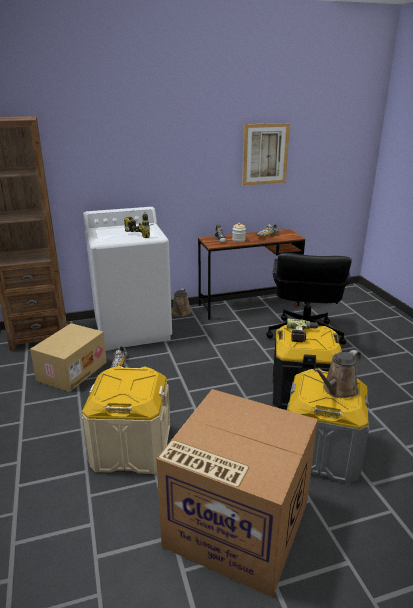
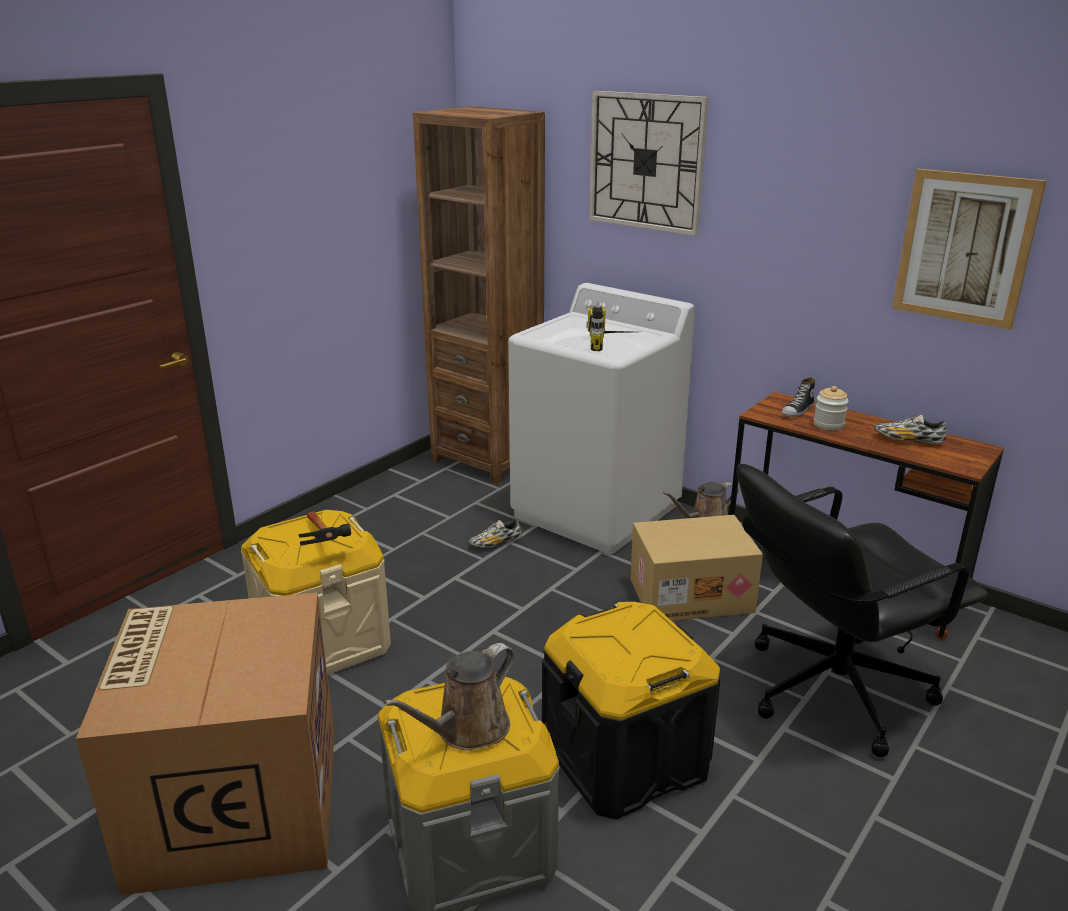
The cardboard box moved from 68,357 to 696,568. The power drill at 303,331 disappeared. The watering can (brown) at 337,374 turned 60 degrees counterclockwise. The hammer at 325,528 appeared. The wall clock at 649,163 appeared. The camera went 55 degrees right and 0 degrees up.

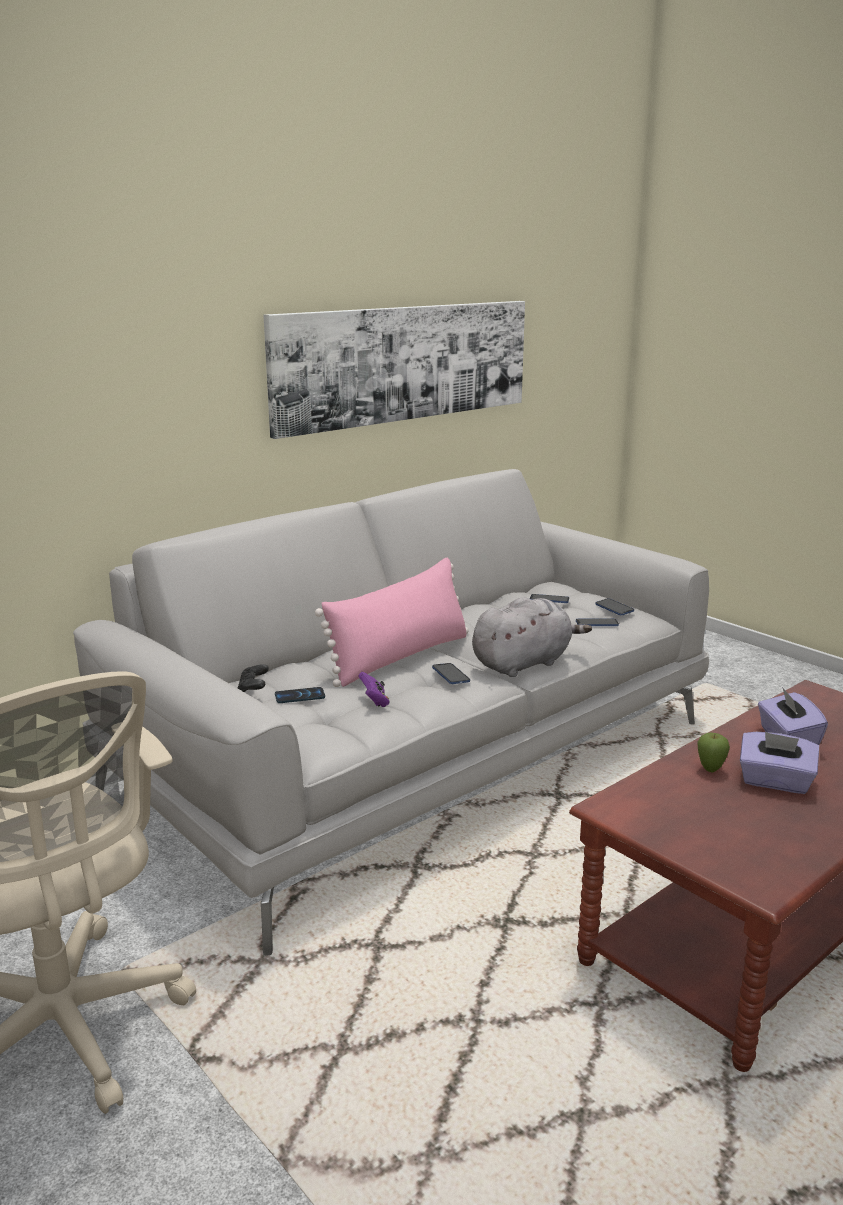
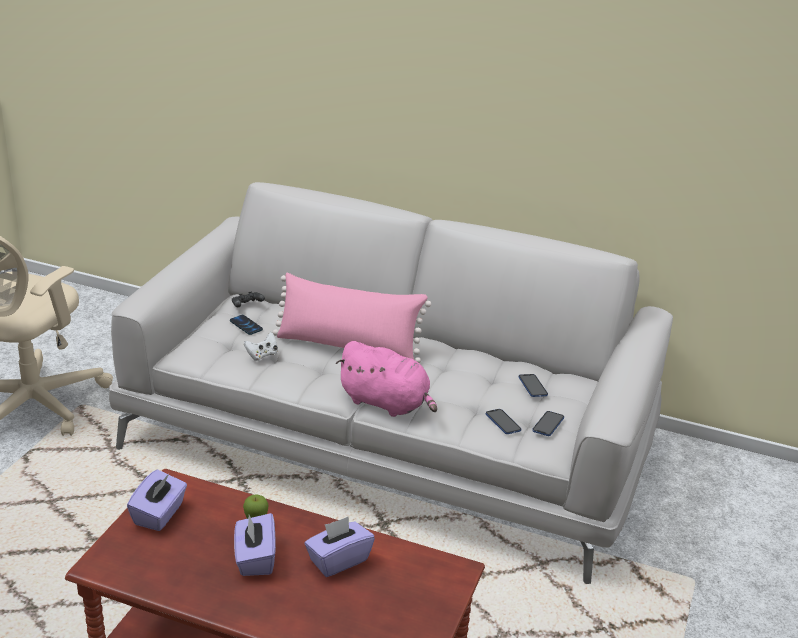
The picture at 394,370 disappeared. The game controller (purple) at 374,689 became the game controller (white) at 260,346. The phone at 451,673 disappeared. The plush toy (grey) at 532,637 became the plush toy (pink) at 386,379. The tissue box (purple) at 157,500 appeared. The camera went 60 degrees right and 10 degrees up.

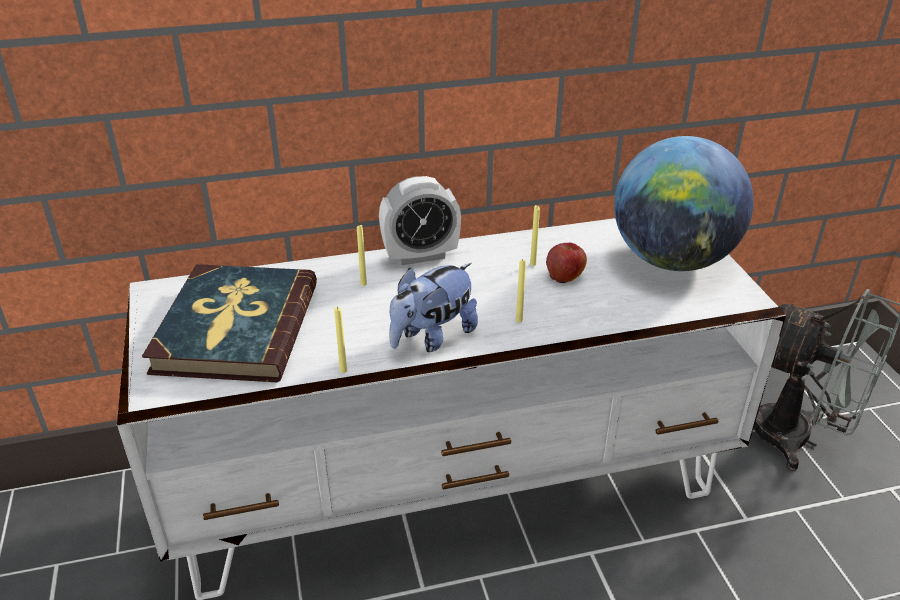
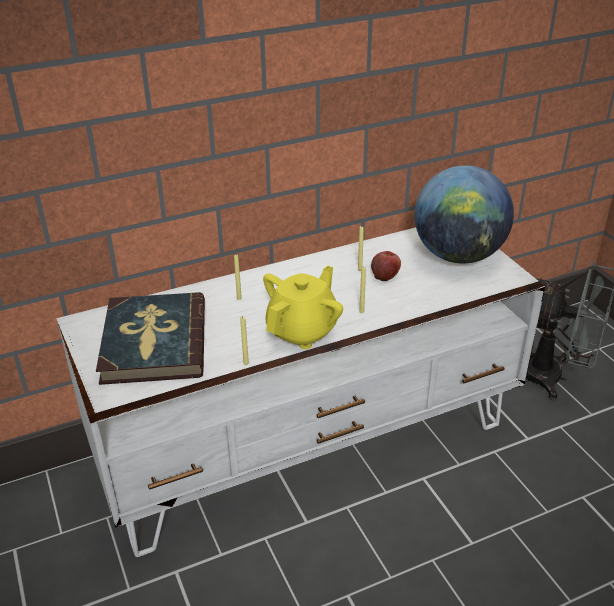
The alarm clock at 420,220 disappeared. The plush toy at 433,307 was replaced by the teapot (yellow) at 303,307. The camera went 10 degrees left and 0 degrees up.

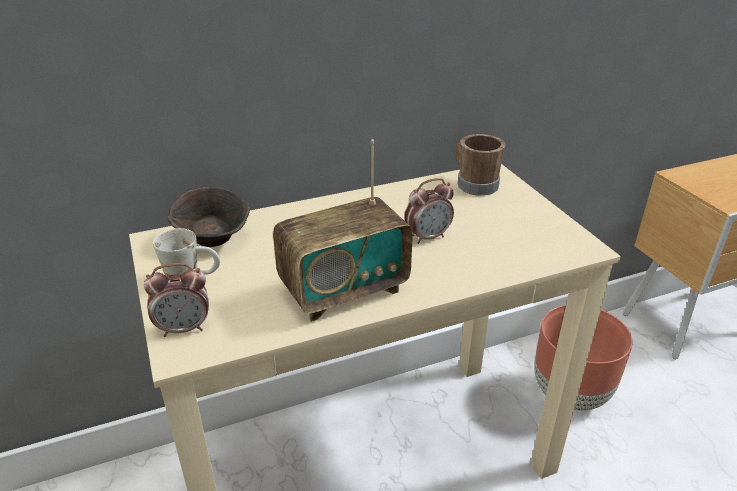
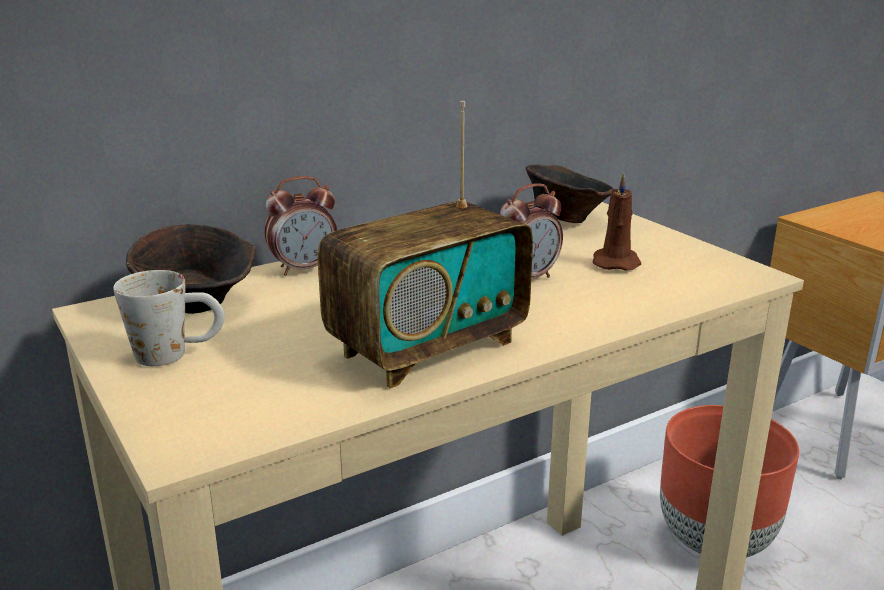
The alarm clock moved from 176,300 to 300,226. The mug (brown) at 481,165 was replaced by the bowl (brown) at 570,194. The candle (brown) at 616,221 appeared. The camera went 10 degrees left and 10 degrees down.

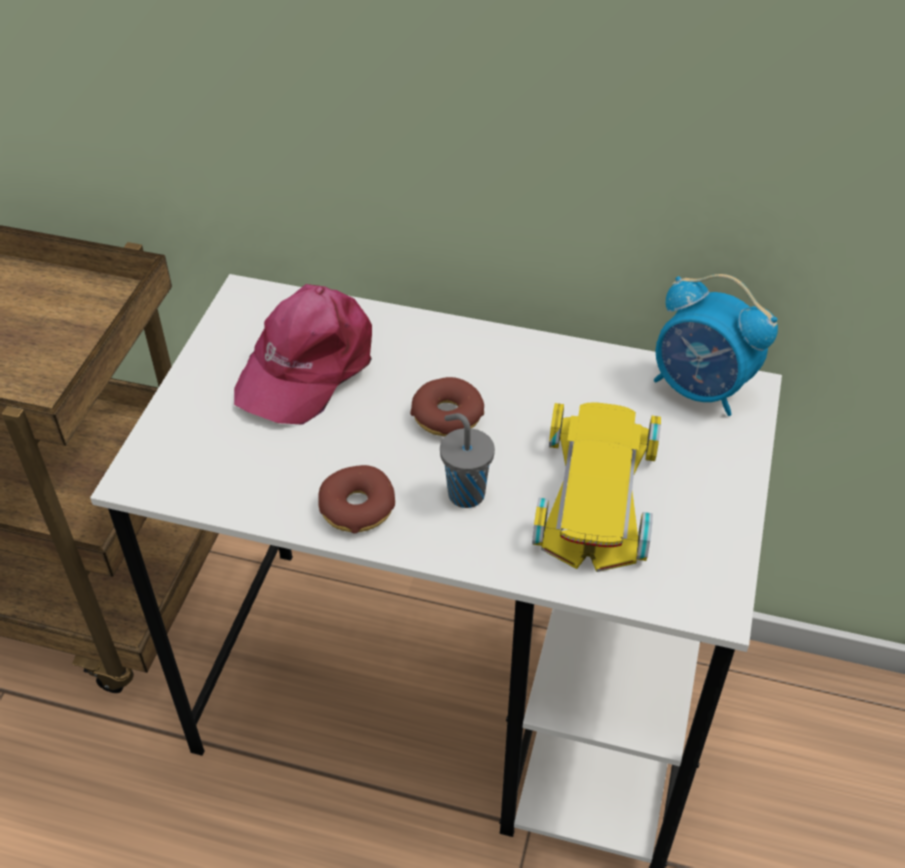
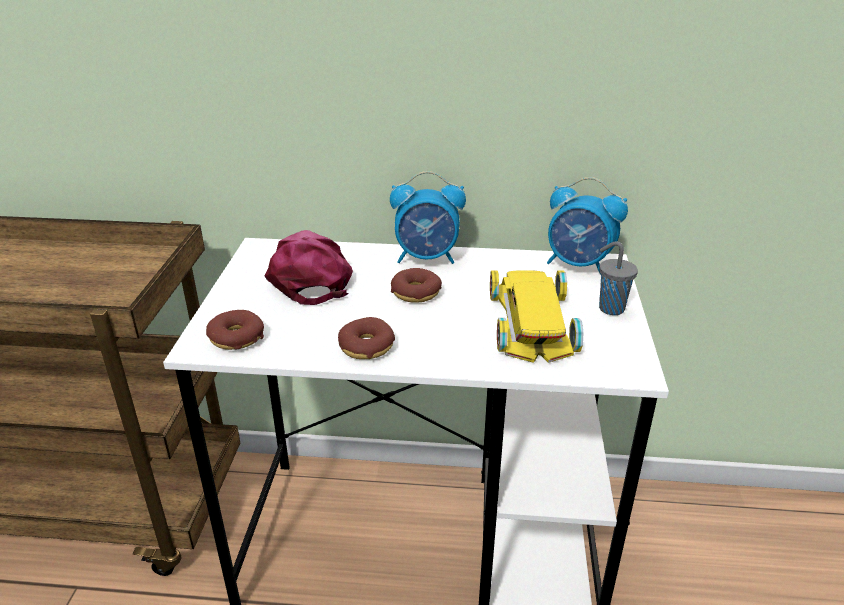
The cap (pink) at 303,354 turned 150 degrees clockwise. The cup (grey) moved from 467,460 to 618,278. The donut at 235,330 appeared. The alarm clock at 428,217 appeared. The camera went 10 degrees left and 15 degrees down.

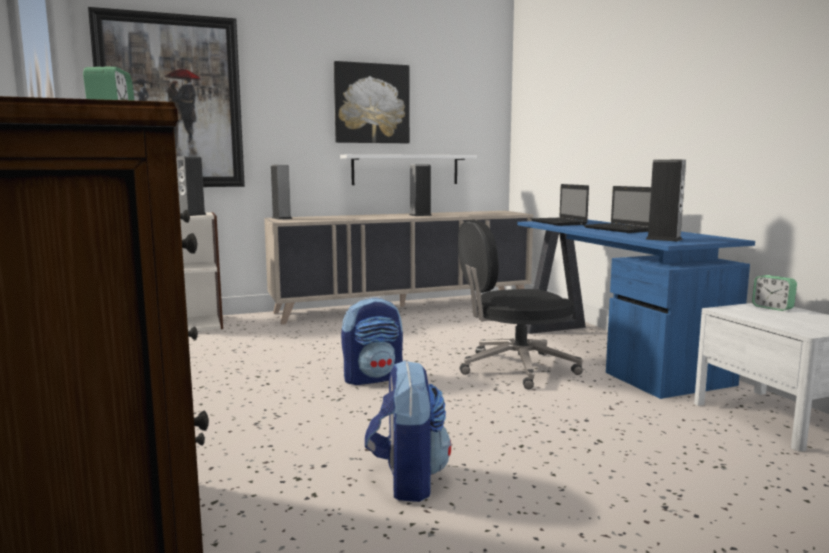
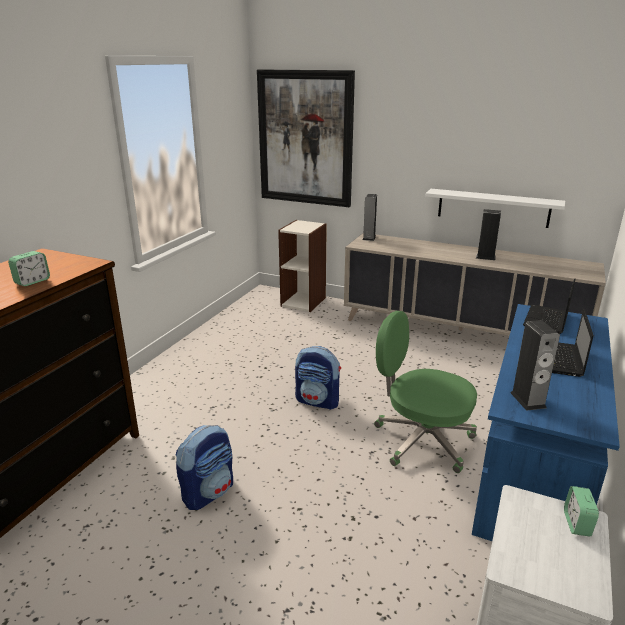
The speaker at 191,186 disappeared. The picture at 372,102 disappeared. The office chair (black) at 520,304 became the office chair (green) at 425,392. The camera went 45 degrees right and 15 degrees up.

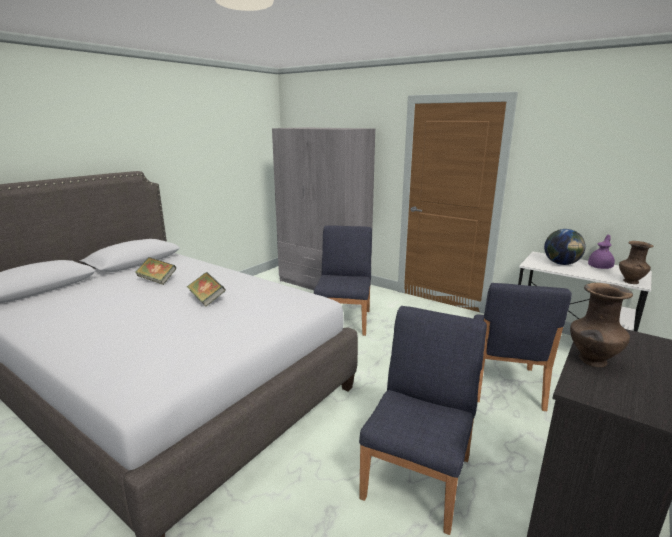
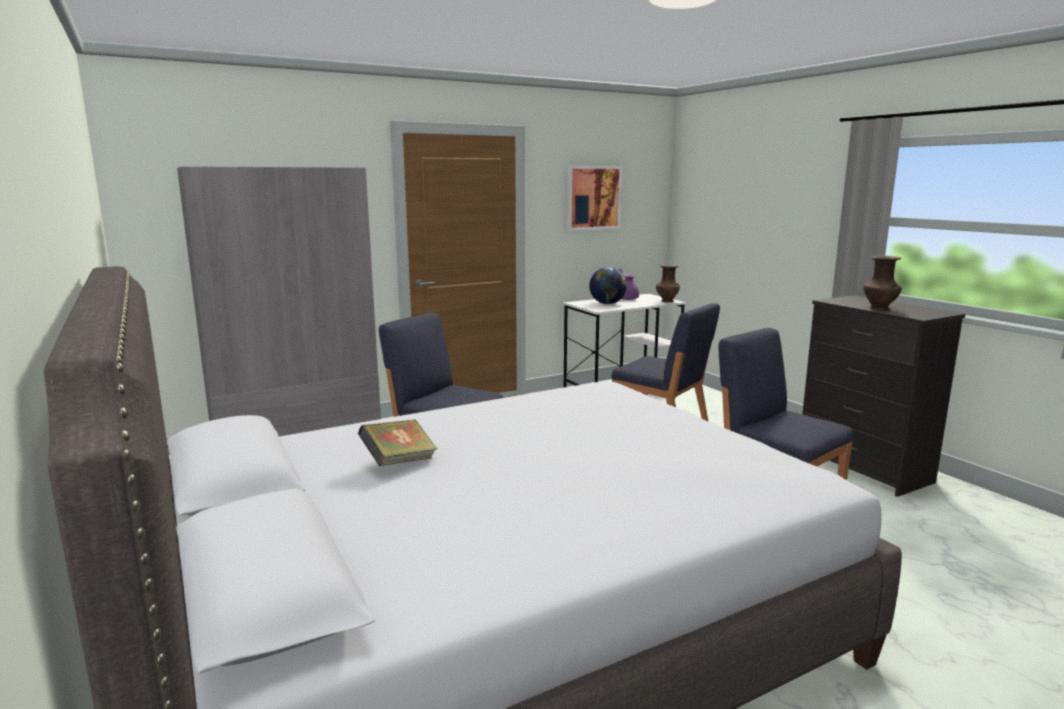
The book at 206,289 disappeared. The picture at 594,198 appeared. The camera went 65 degrees left and 5 degrees down.

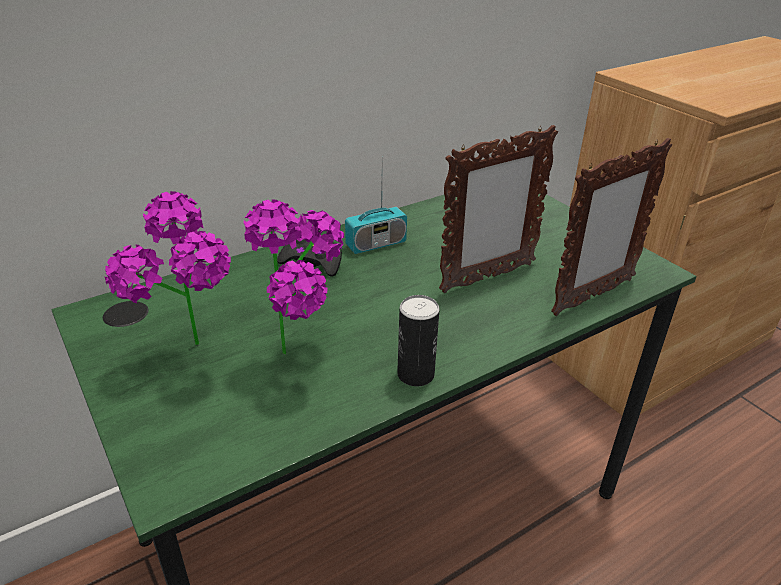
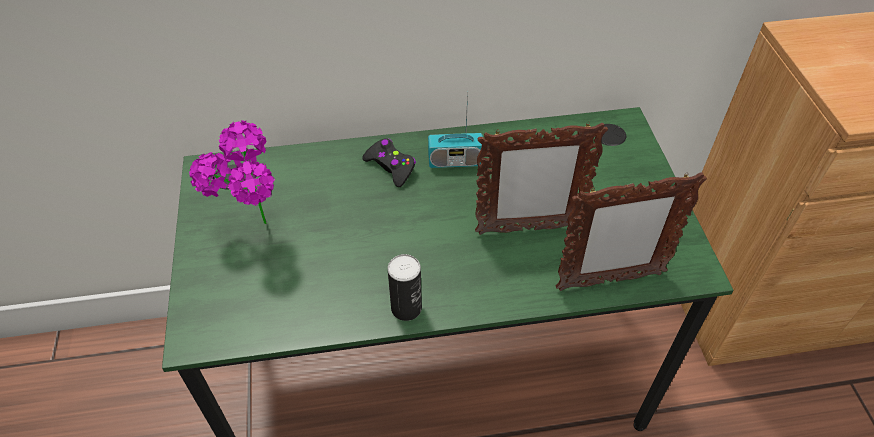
The potted plant at 294,276 disappeared. The camera went 25 degrees right and 15 degrees up.

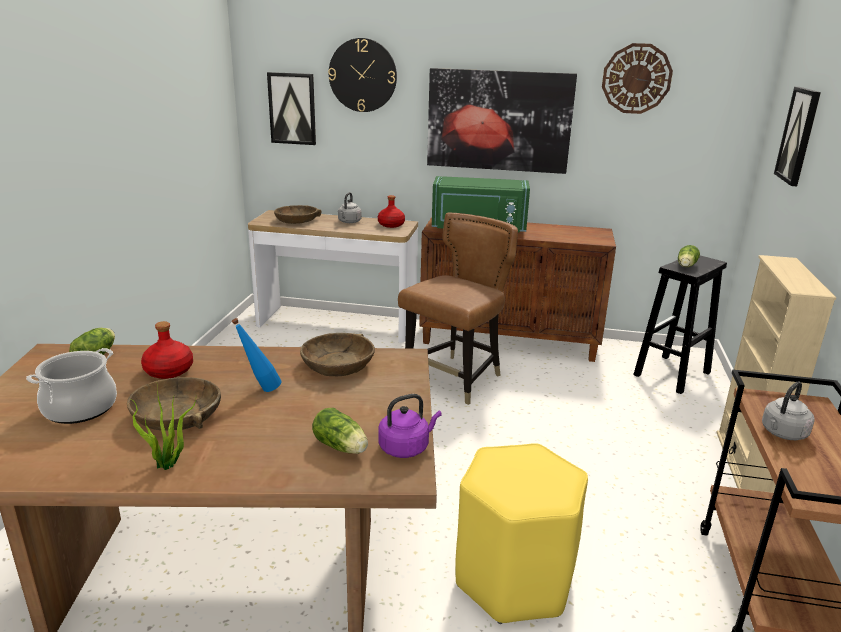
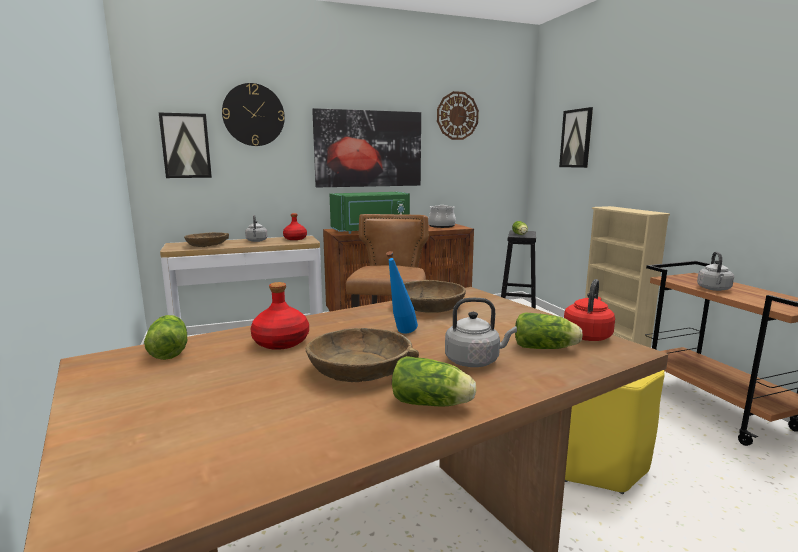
The cooking pot moved from 71,386 to 442,216. The potted plant at 163,430 was replaced by the lettuce at 434,381. The kettle (purple) at 410,426 became the kettle (red) at 589,310. The kettle (grey) at 481,332 appeared. The camera went 30 degrees left and 10 degrees down.

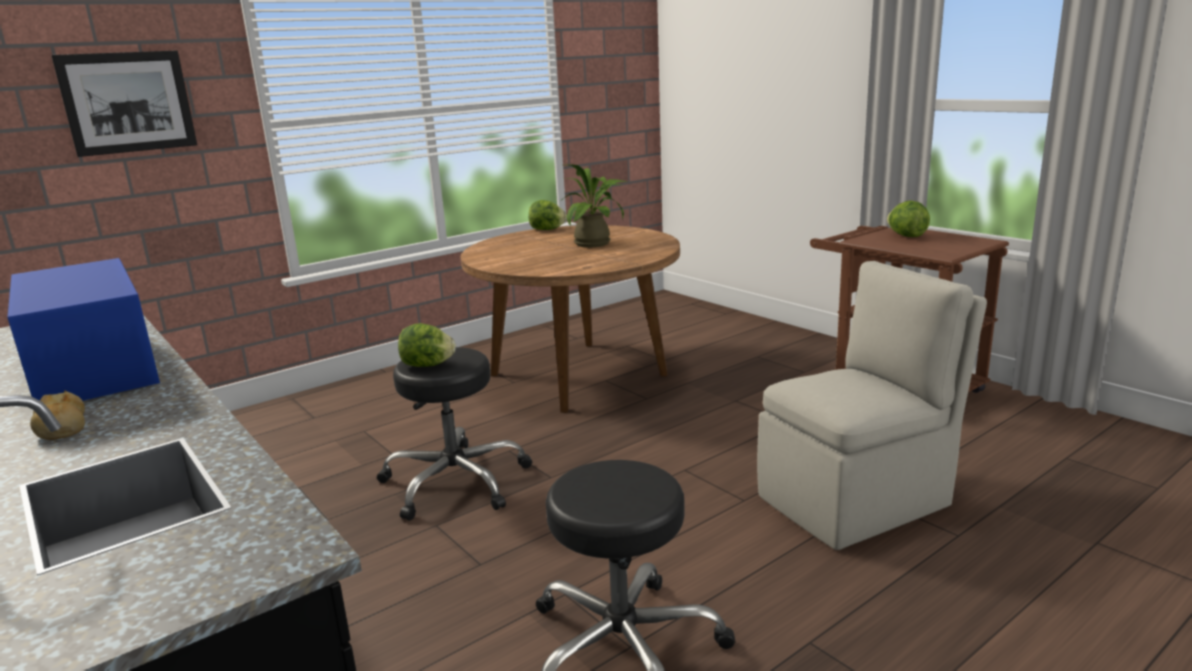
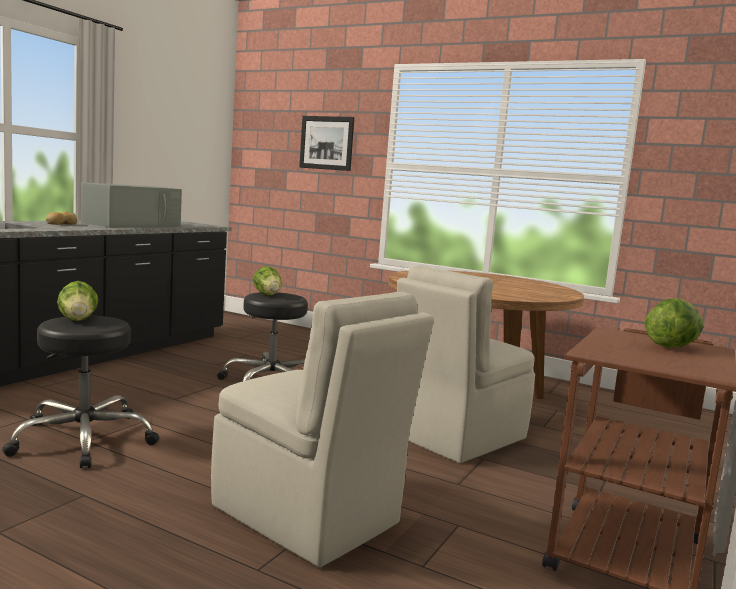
The microwave (blue) at 83,329 became the microwave (grey) at 131,205. The lettuce moved from 548,215 to 78,301. The potted plant at 595,206 disappeared. The chair (beige) at 466,364 appeared. The camera went 65 degrees right and 10 degrees down.

